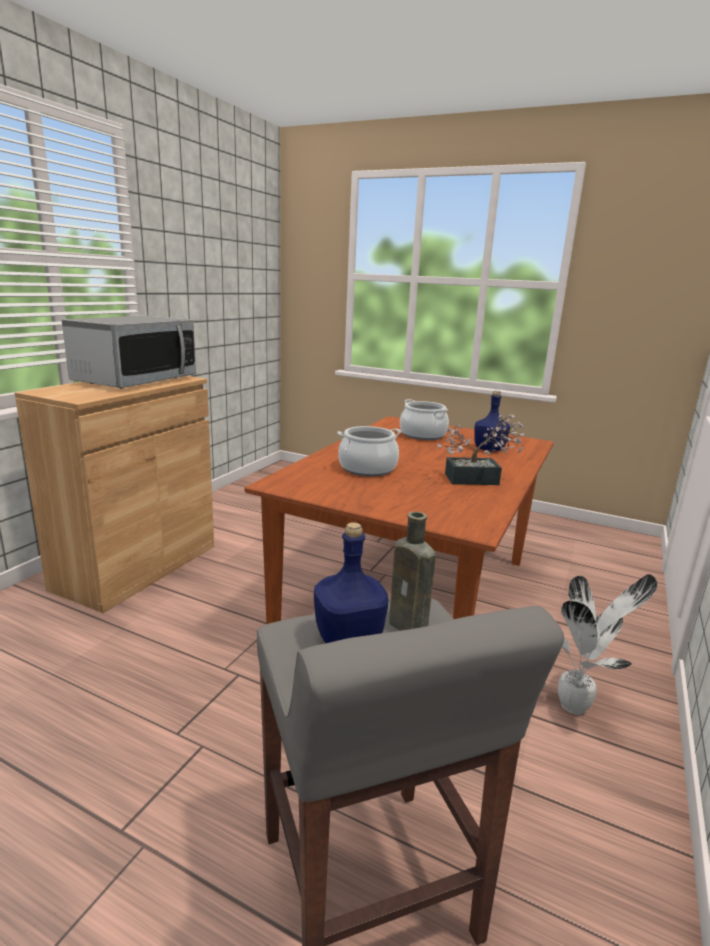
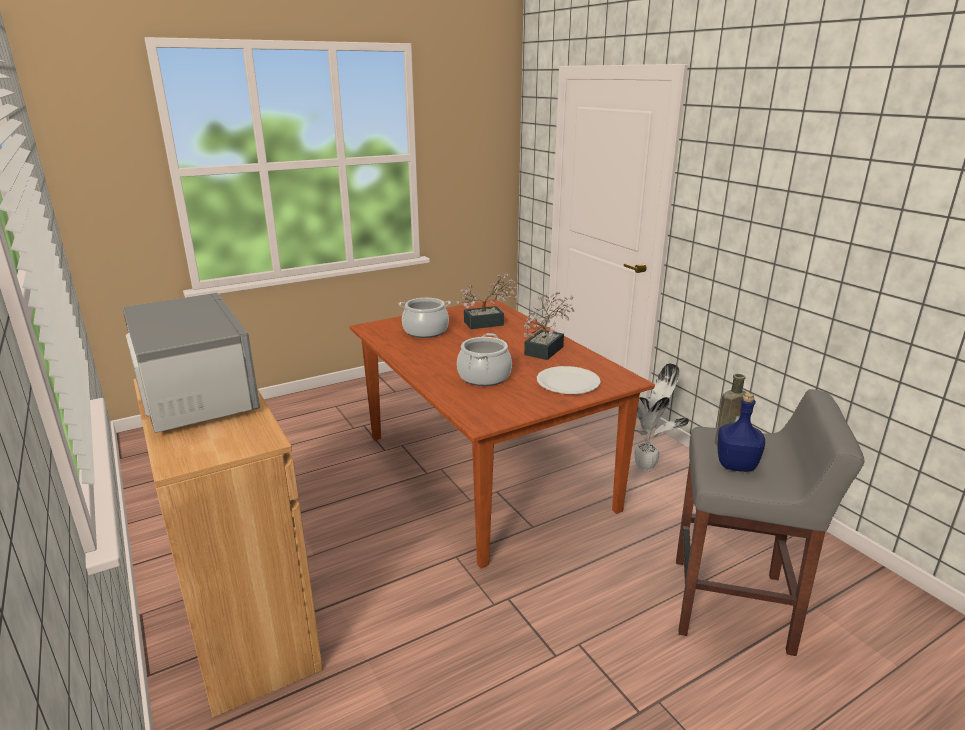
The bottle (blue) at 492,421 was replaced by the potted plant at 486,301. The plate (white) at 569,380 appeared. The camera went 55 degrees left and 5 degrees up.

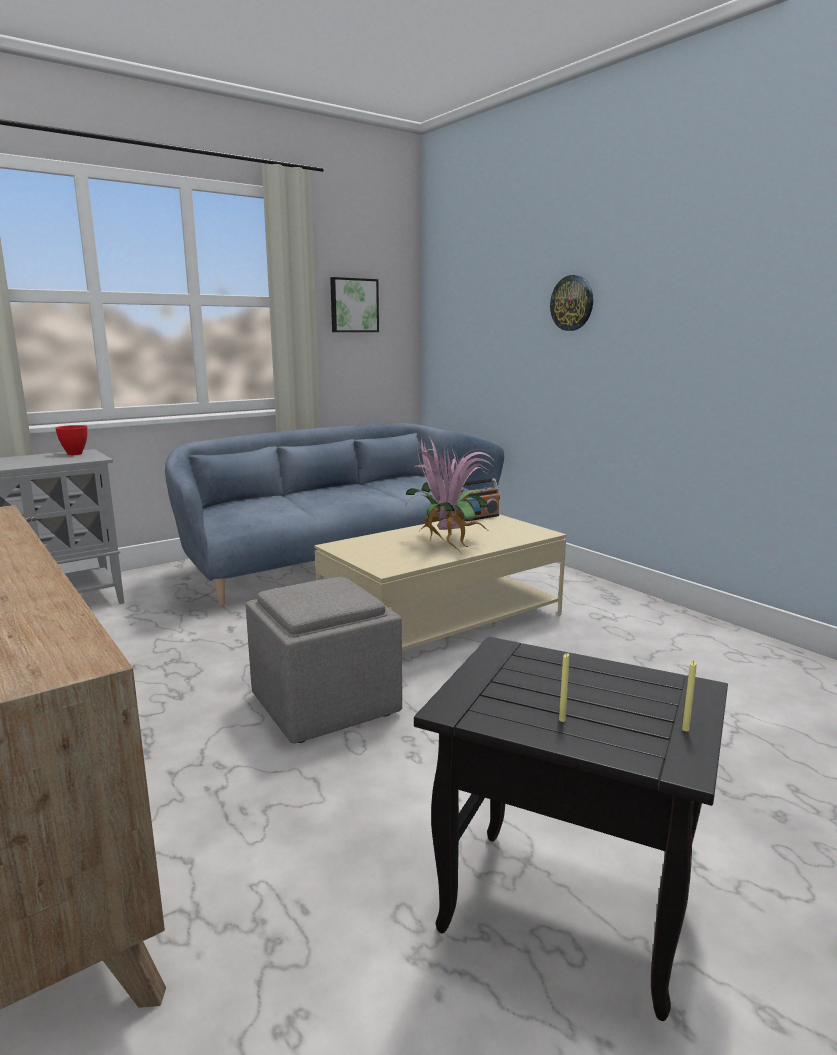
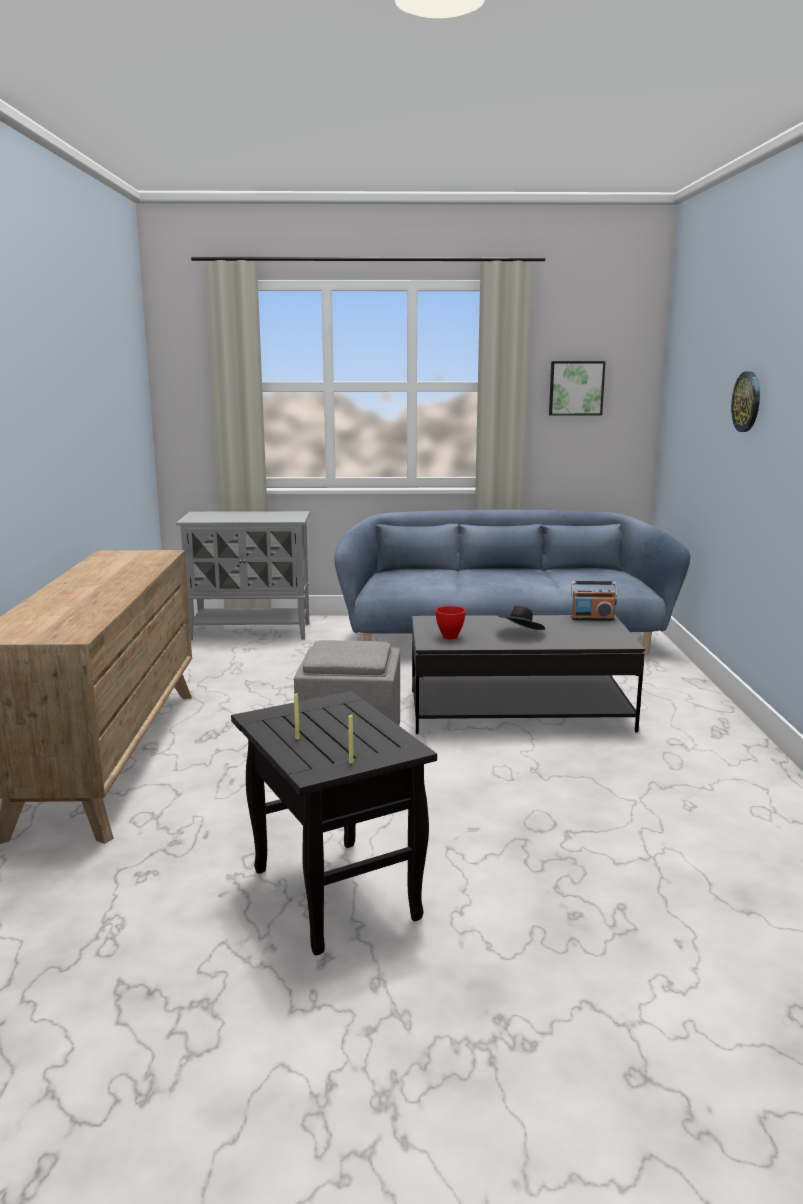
The bowl (red) moved from 71,440 to 450,622. The coffee table (beige) at 440,582 became the coffee table (black) at 528,674. The potted plant at 451,493 was replaced by the hat (black) at 520,618. The camera went 35 degrees right and 0 degrees up.

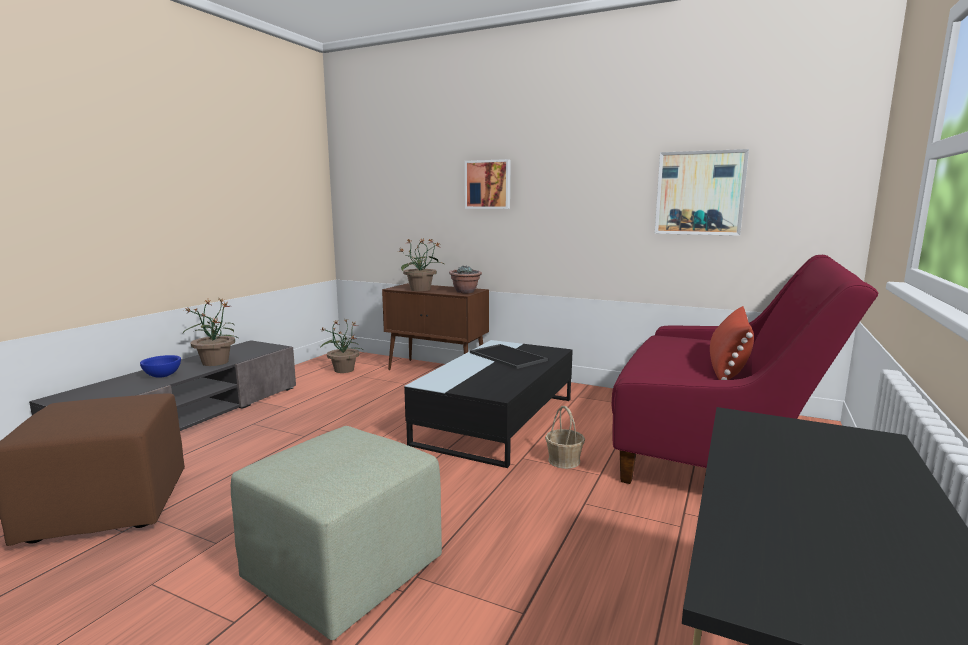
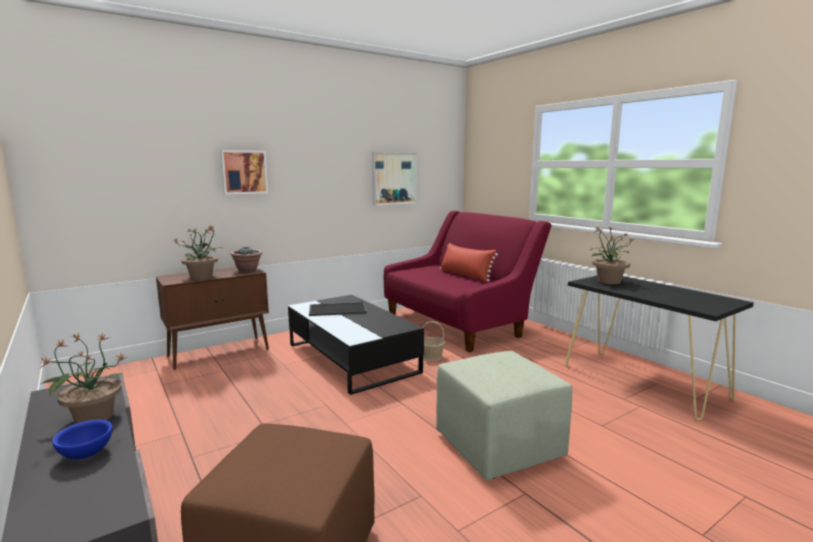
The potted plant moved from 341,346 to 611,255. The camera went 60 degrees left and 0 degrees up.

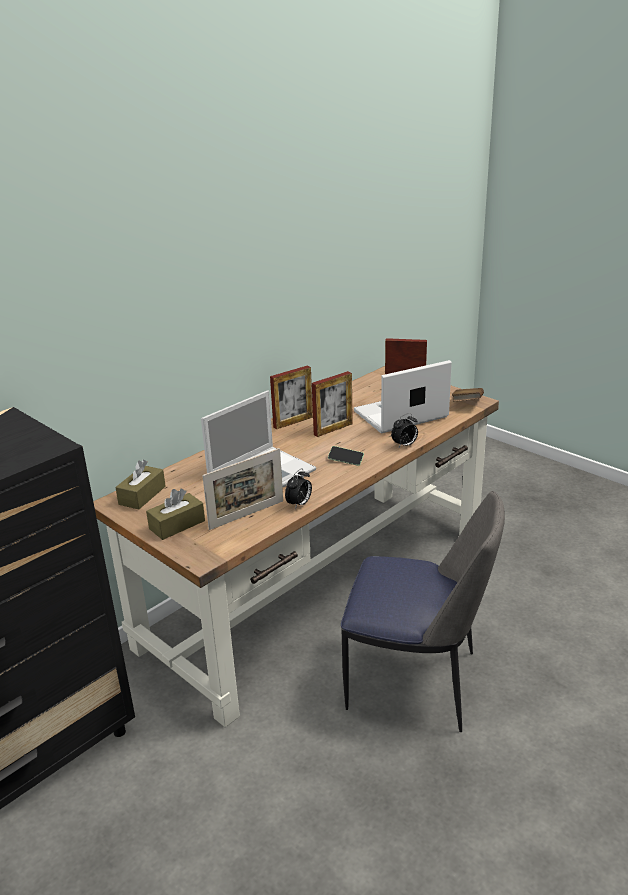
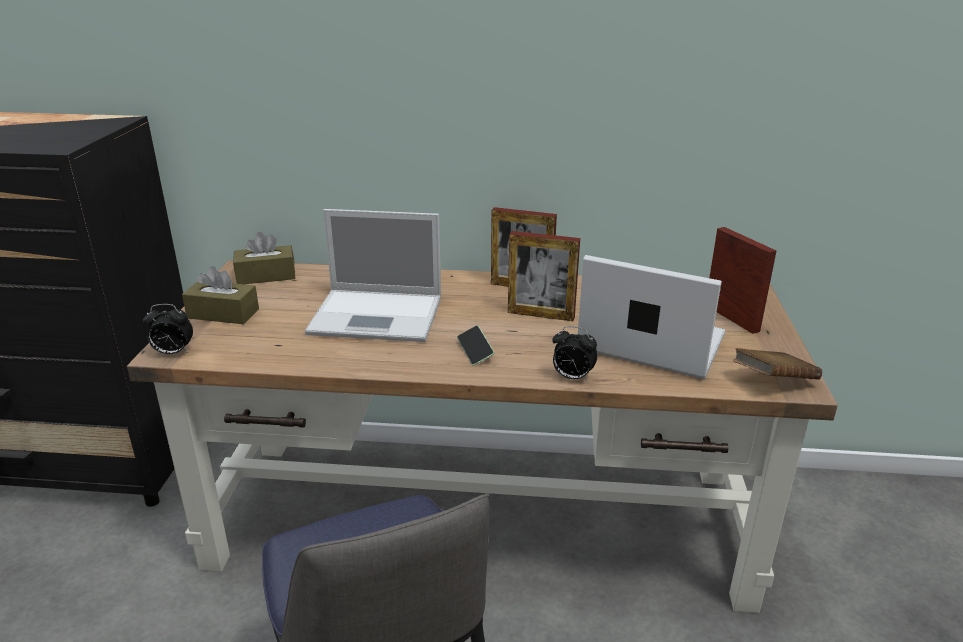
The picture frame at 242,489 disappeared. The alarm clock moved from 298,488 to 168,329. The camera went 50 degrees right and 0 degrees up.

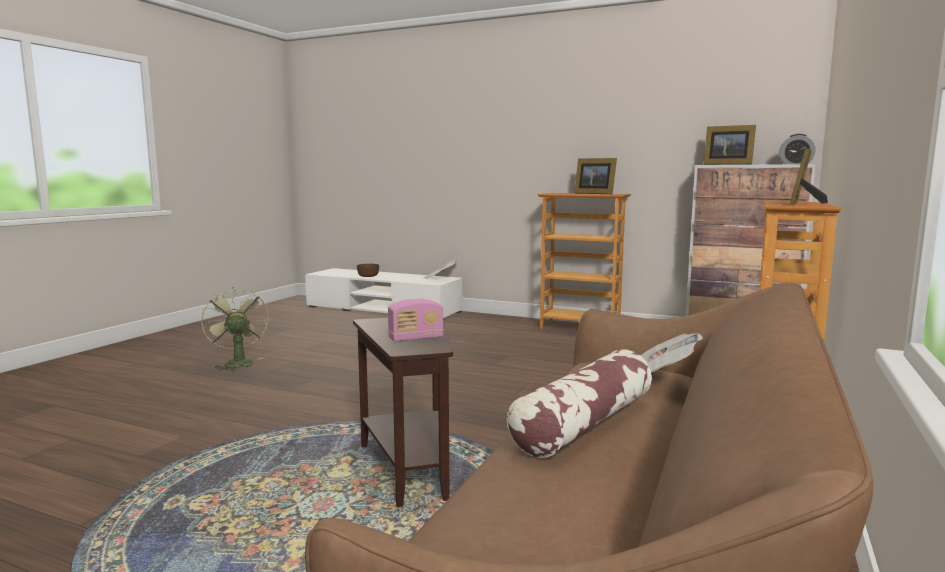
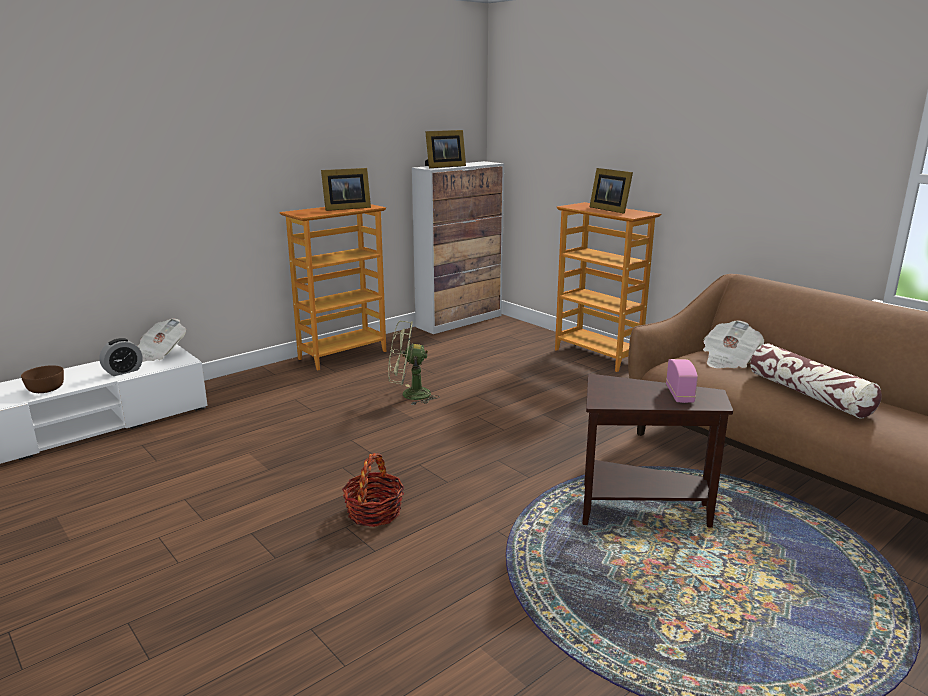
The fan (green) moved from 235,329 to 414,363. The alarm clock moved from 797,149 to 121,357. The basket at 373,490 appeared. The camera went 65 degrees left and 10 degrees up.

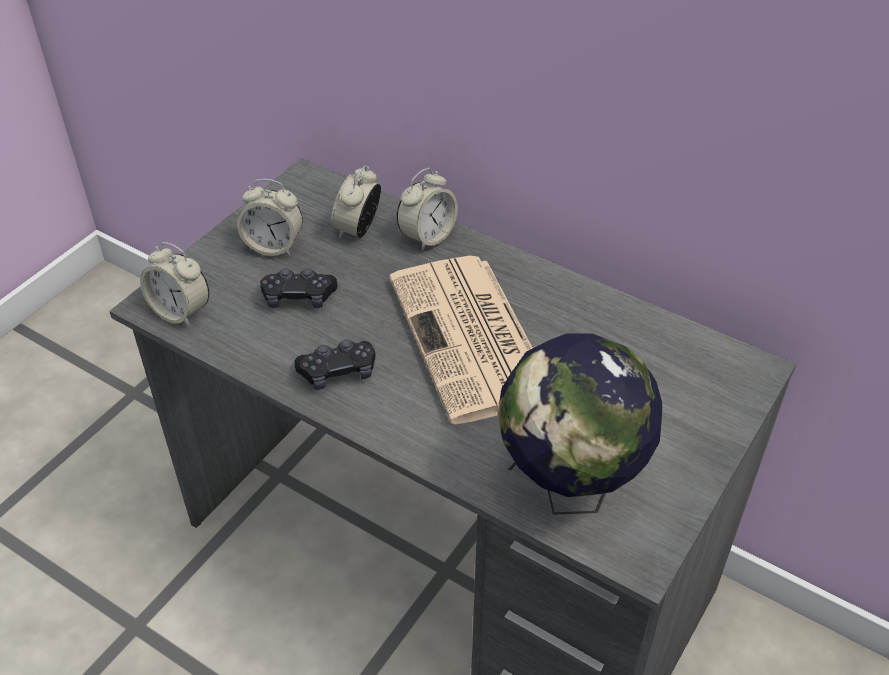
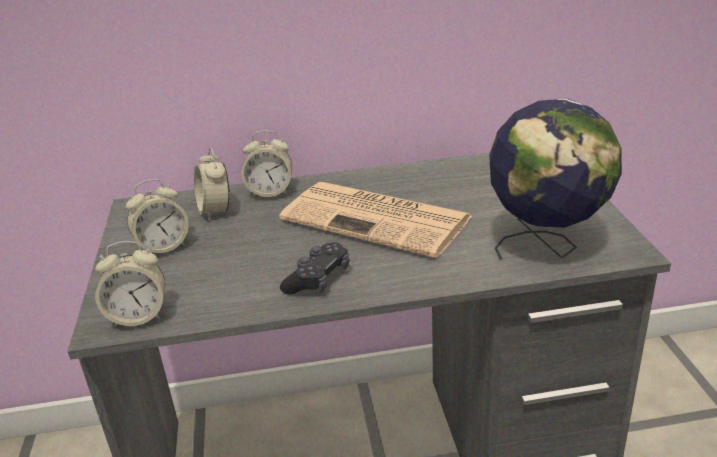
The game controller (black) at 298,288 disappeared. The alarm clock at 427,209 turned 90 degrees clockwise. The camera went 40 degrees left and 15 degrees down.

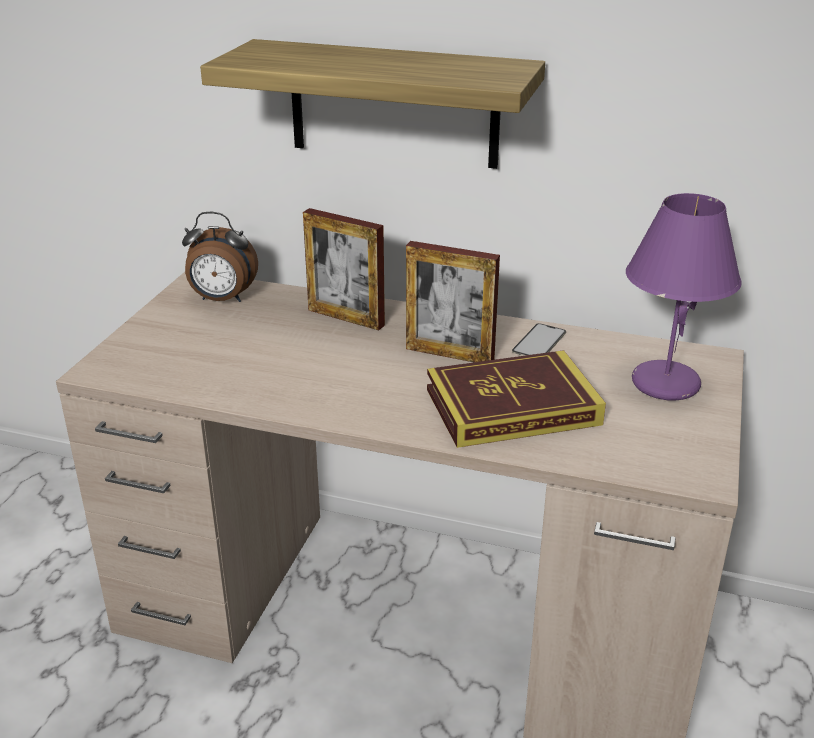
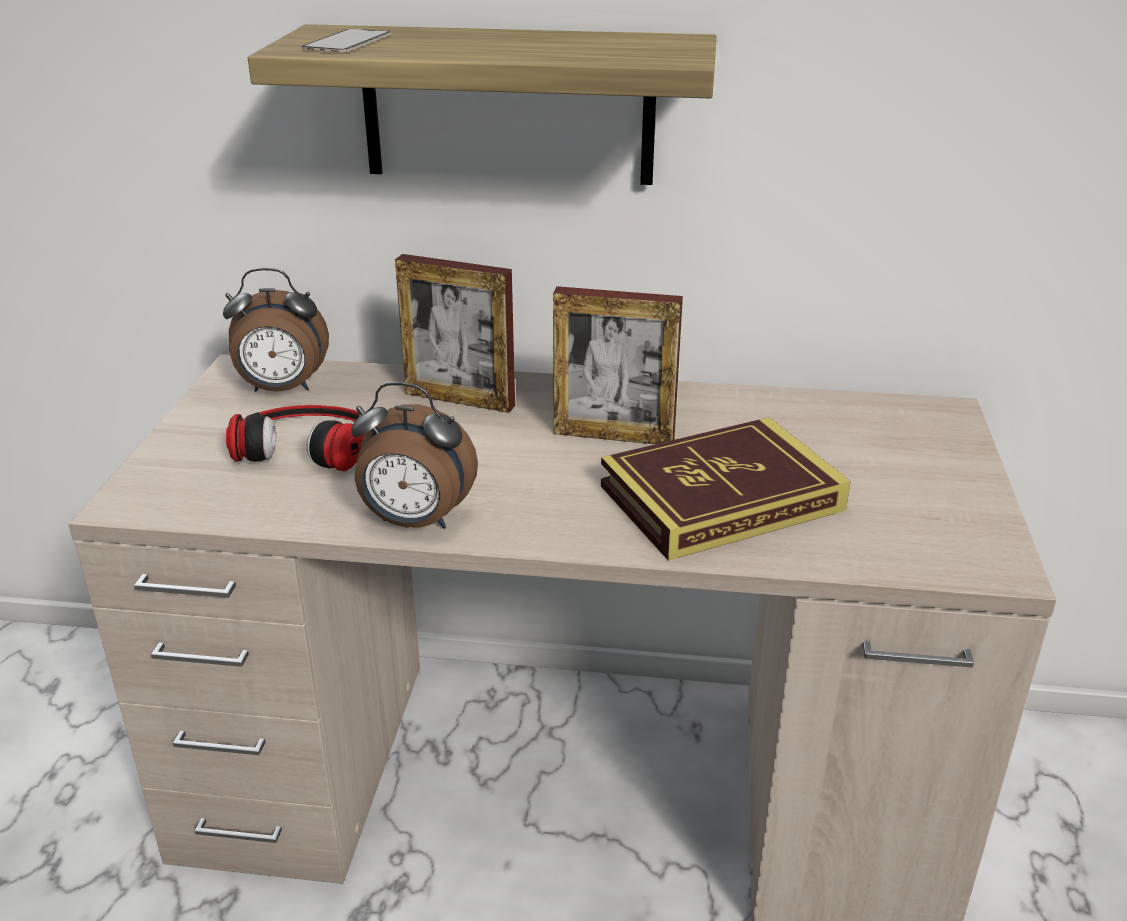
The phone moved from 539,339 to 346,41. The table lamp (purple) at 684,296 disappeared. The headphones at 295,438 appeared. The alarm clock at 414,455 appeared. The camera went 10 degrees left and 0 degrees up.

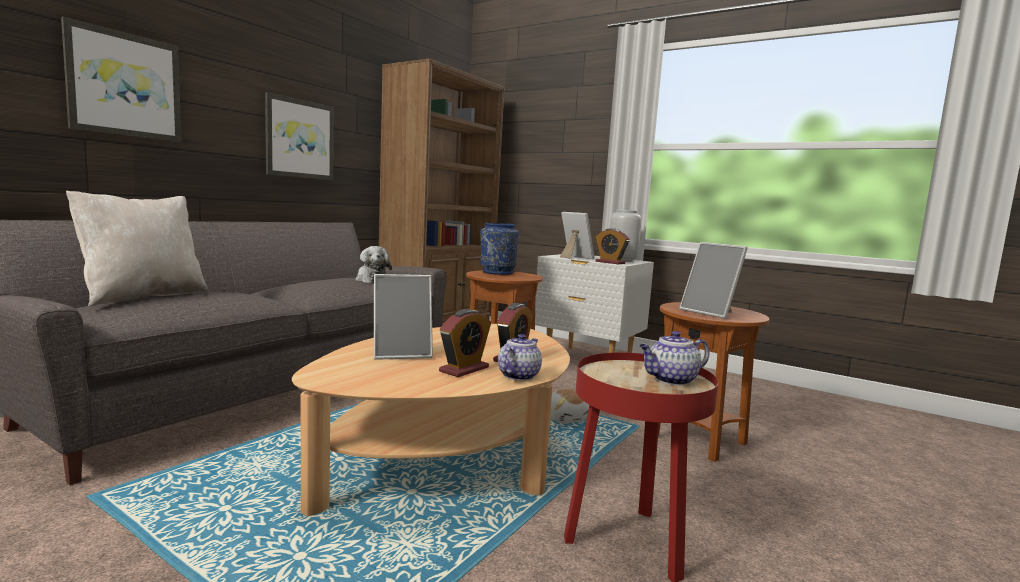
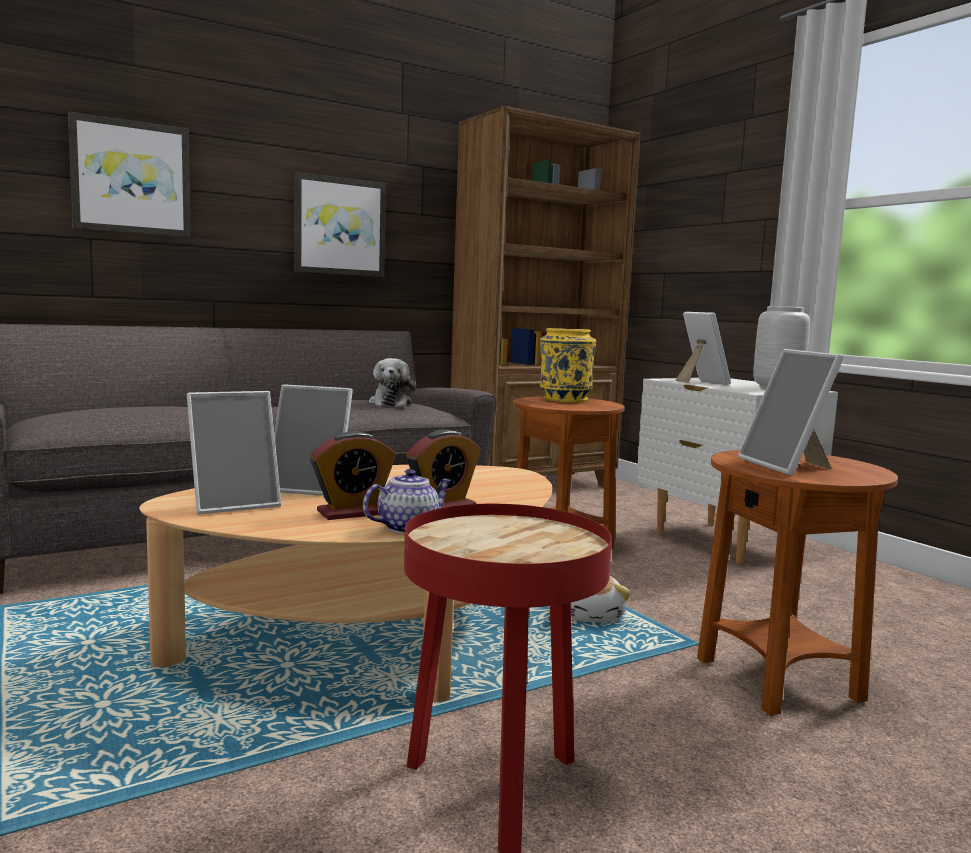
The pillow (beige) at 137,249 disappeared. The vase (blue) at 499,249 became the vase (yellow) at 568,365. The alarm clock at 612,246 disappeared. The teapot at 674,358 disappeared. The picture frame at 234,452 appeared. The camera went 25 degrees right and 0 degrees up.

